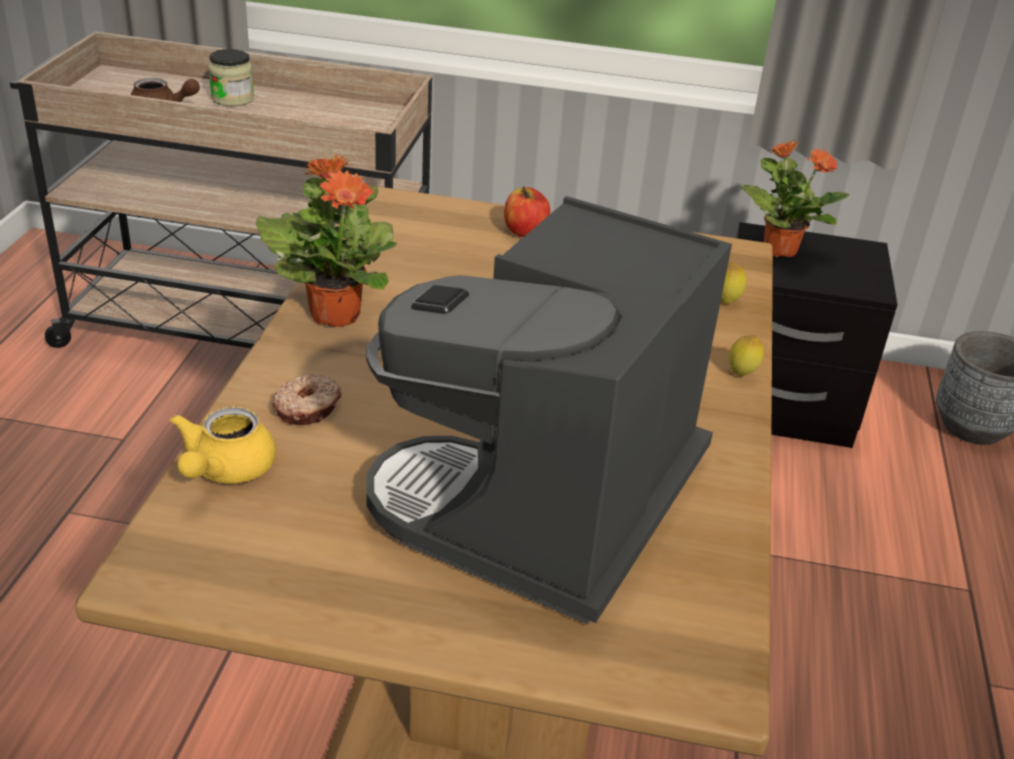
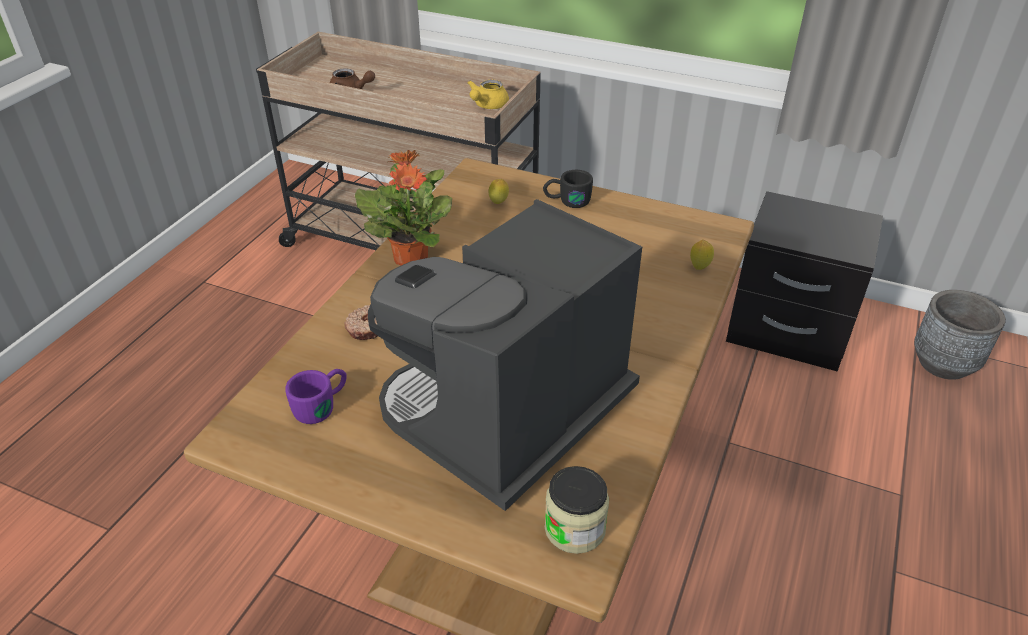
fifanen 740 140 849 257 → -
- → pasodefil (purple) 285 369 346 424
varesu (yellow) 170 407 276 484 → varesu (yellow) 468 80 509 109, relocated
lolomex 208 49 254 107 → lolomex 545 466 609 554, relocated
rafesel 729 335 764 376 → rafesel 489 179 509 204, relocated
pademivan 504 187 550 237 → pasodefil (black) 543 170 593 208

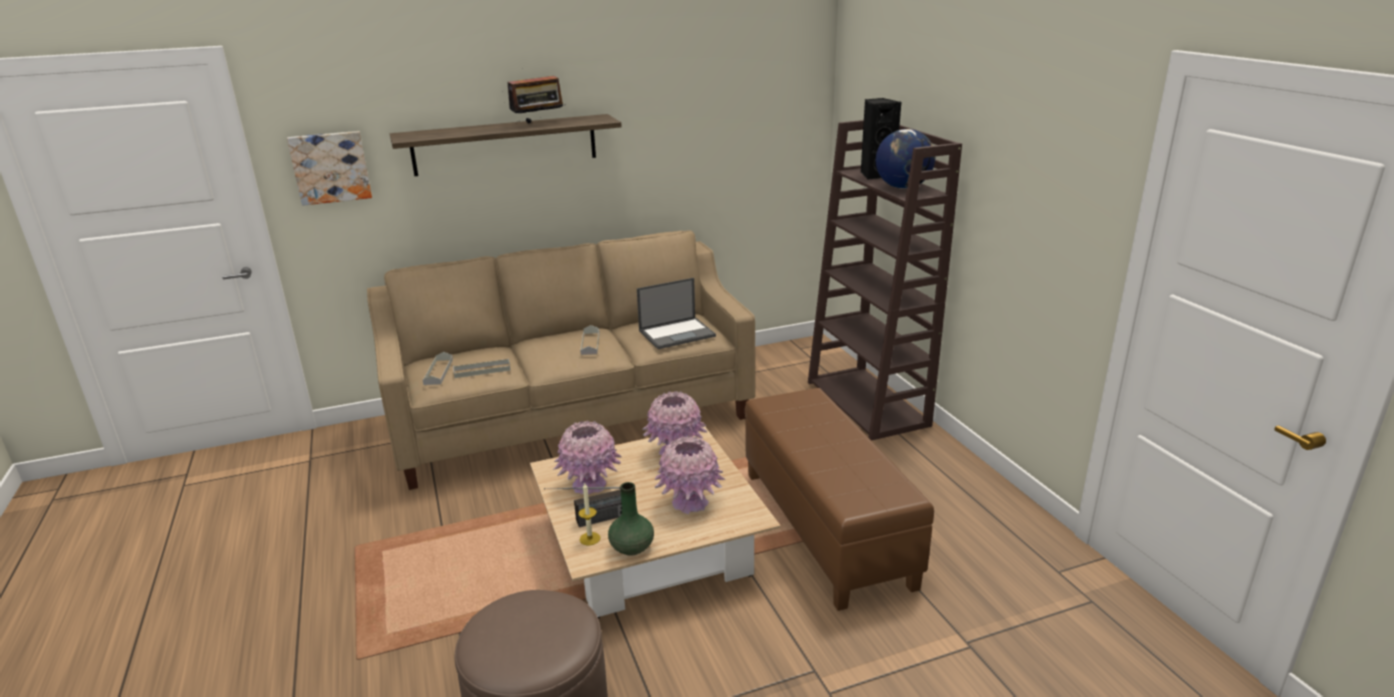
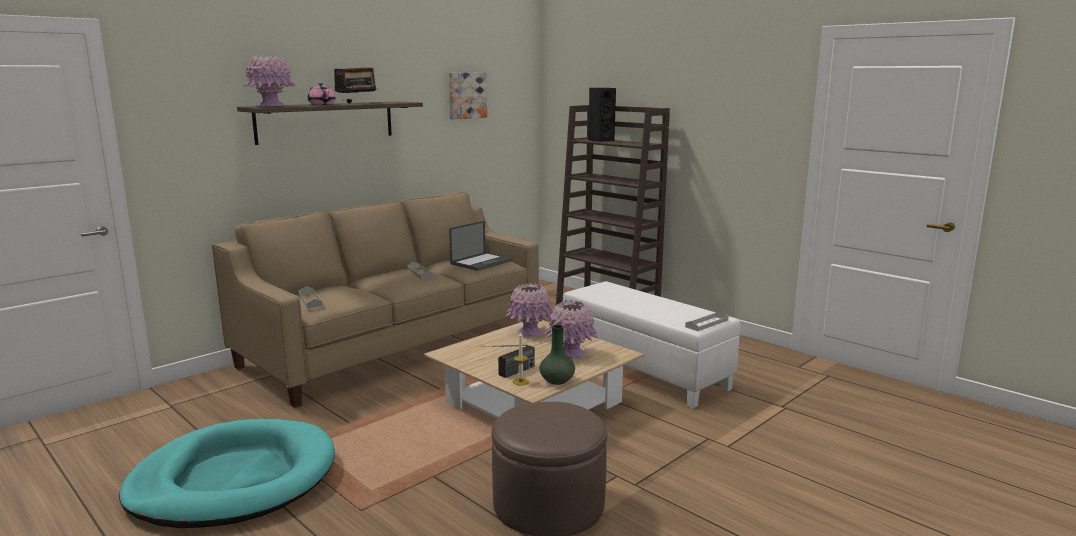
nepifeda 876 129 935 189 → -
- → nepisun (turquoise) 119 419 335 528
- → varesu (pink) 308 83 336 105
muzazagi 287 131 372 206 → muzazagi 449 73 487 119, relocated
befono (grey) 453 358 510 378 → befono (grey) 685 311 729 331, relocated
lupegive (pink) 552 421 622 495 → lupegive (pink) 243 55 295 107, relocated
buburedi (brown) 745 388 934 611 → buburedi (white) 563 281 740 408

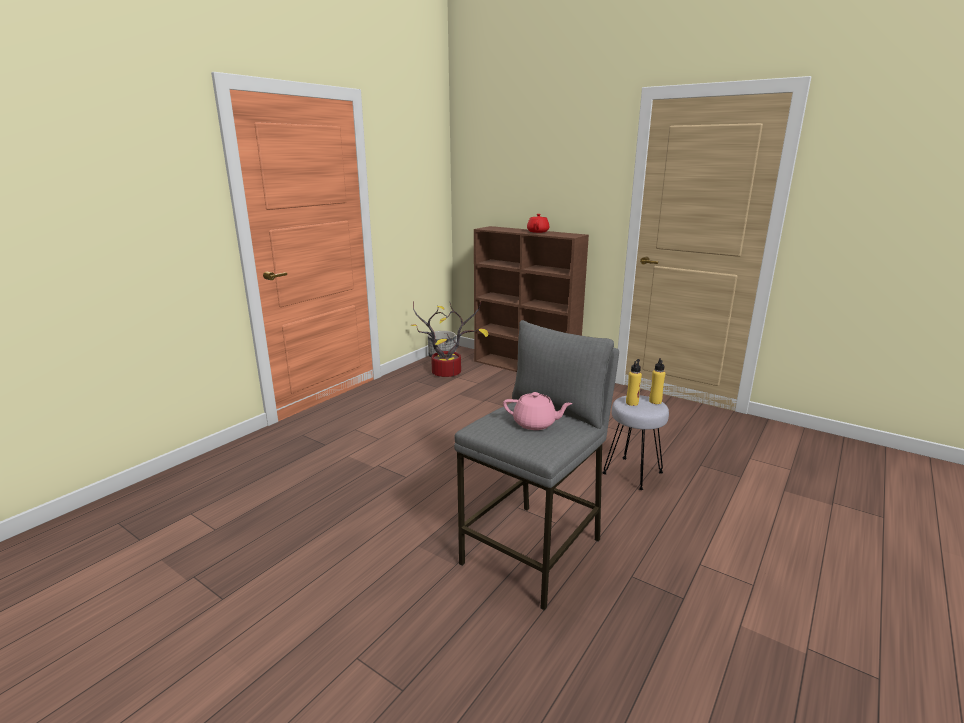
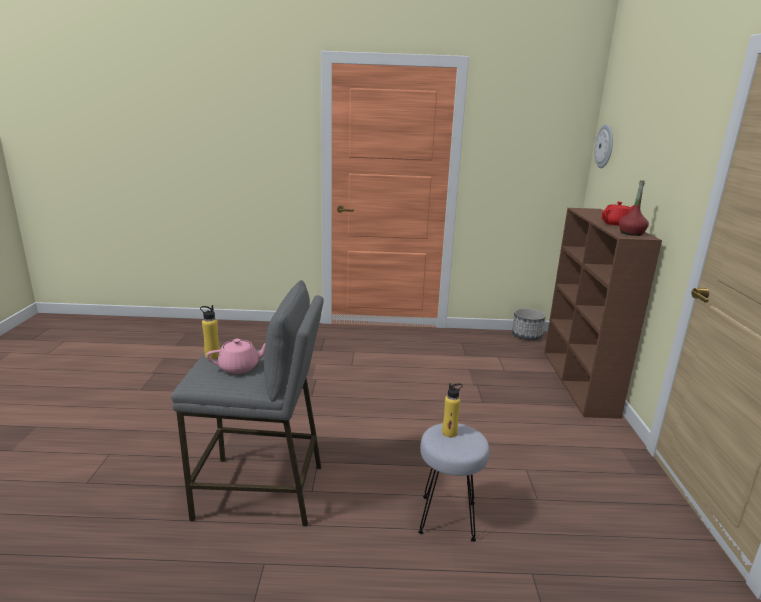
fifanen 410 301 488 377 → -
- → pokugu 595 124 613 168
- → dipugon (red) 619 181 649 236
dipugon (yellow) 649 358 665 404 → dipugon (yellow) 200 305 220 360, relocated
varesu (pink) 503 392 573 430 → varesu (pink) 206 339 266 374, 90 degrees counterclockwise

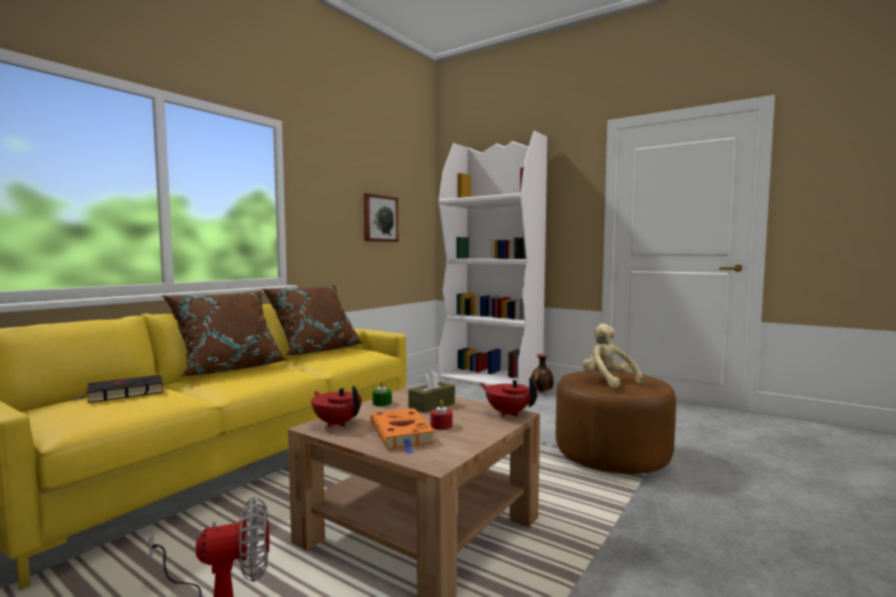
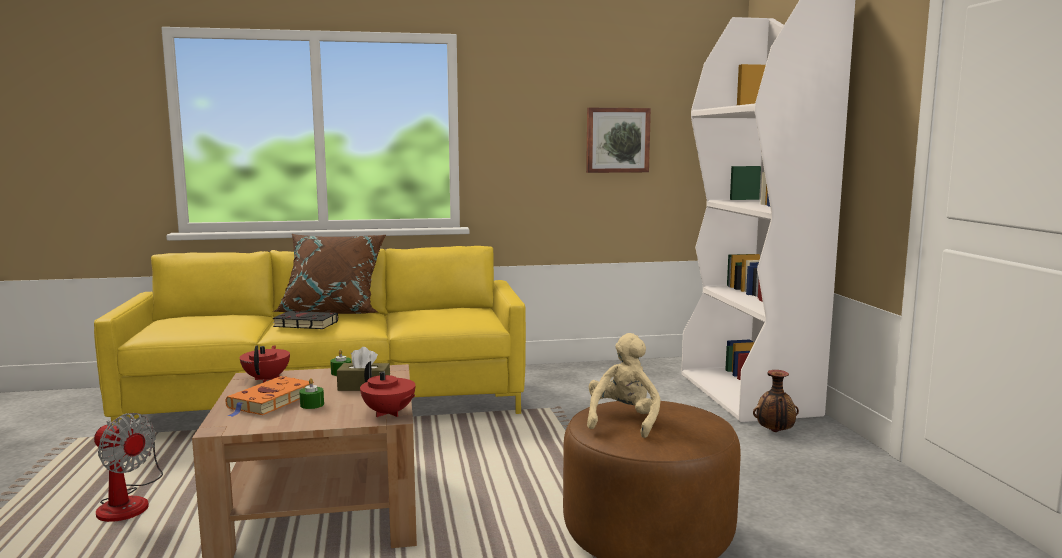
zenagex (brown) 262 285 363 355 → -
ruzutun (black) 74 375 163 403 → ruzutun (black) 273 311 338 329, relocated
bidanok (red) 431 400 452 430 → bidanok (green) 299 378 324 409
varesu (red) 480 378 537 417 → varesu (red) 360 361 415 417, 135 degrees clockwise

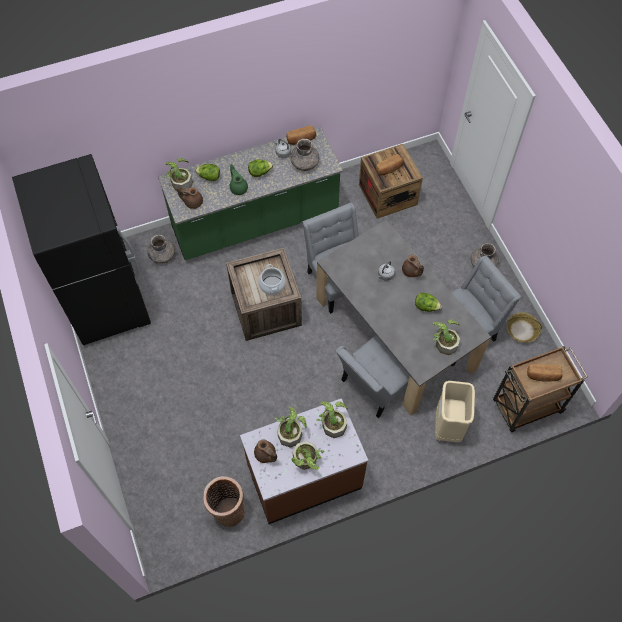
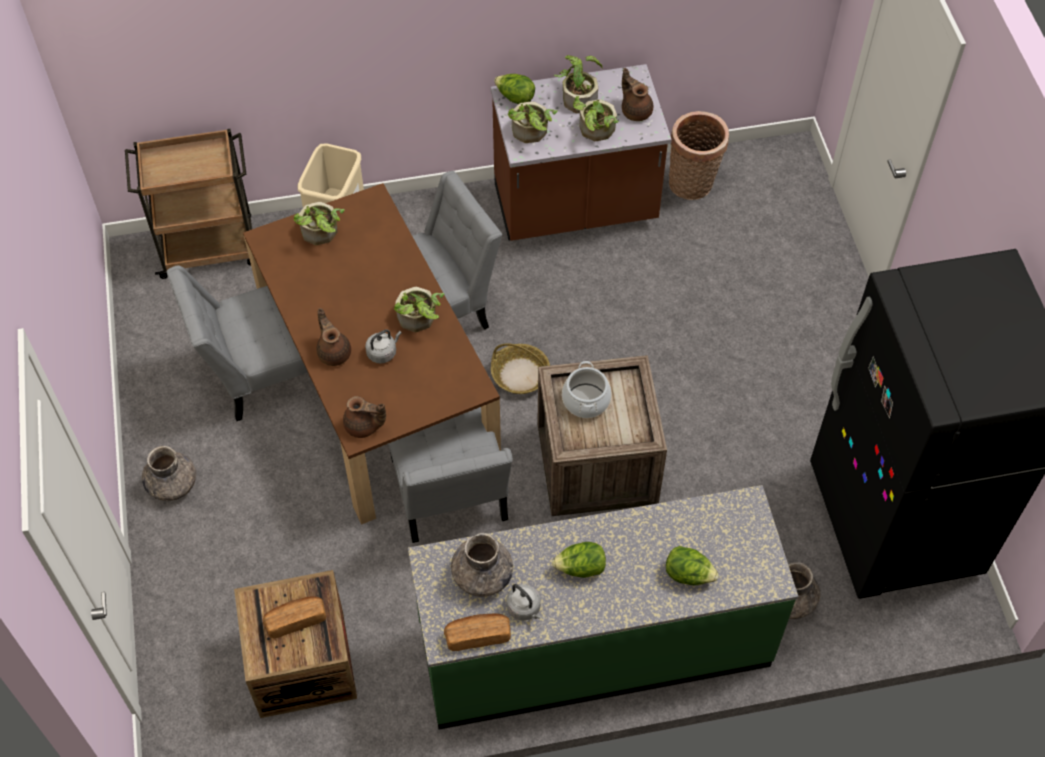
varesu (green) 230 164 248 195 → -
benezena 527 364 563 382 → -
fifanen 165 158 193 191 → fifanen 394 287 445 332, relocated
varesu (brown) 177 186 203 209 → varesu (brown) 343 396 386 438, relocated
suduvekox 415 292 442 312 → suduvekox 494 74 535 104, relocated
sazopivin 507 312 542 343 → sazopivin 491 343 550 394, relocated
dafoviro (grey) 317 220 491 415 → dafoviro (brown) 243 183 501 525

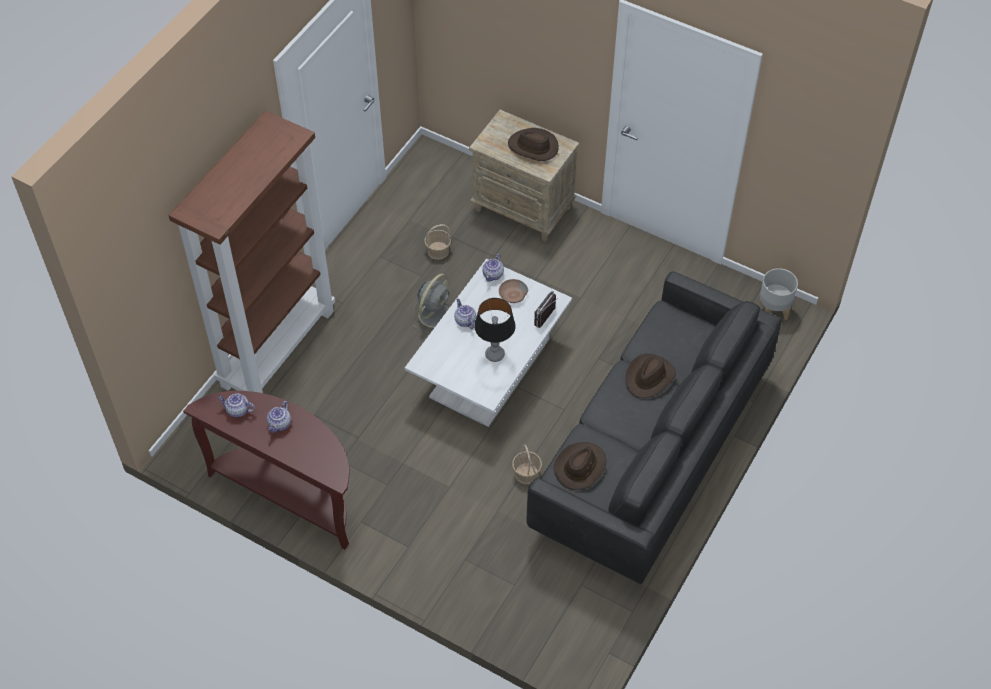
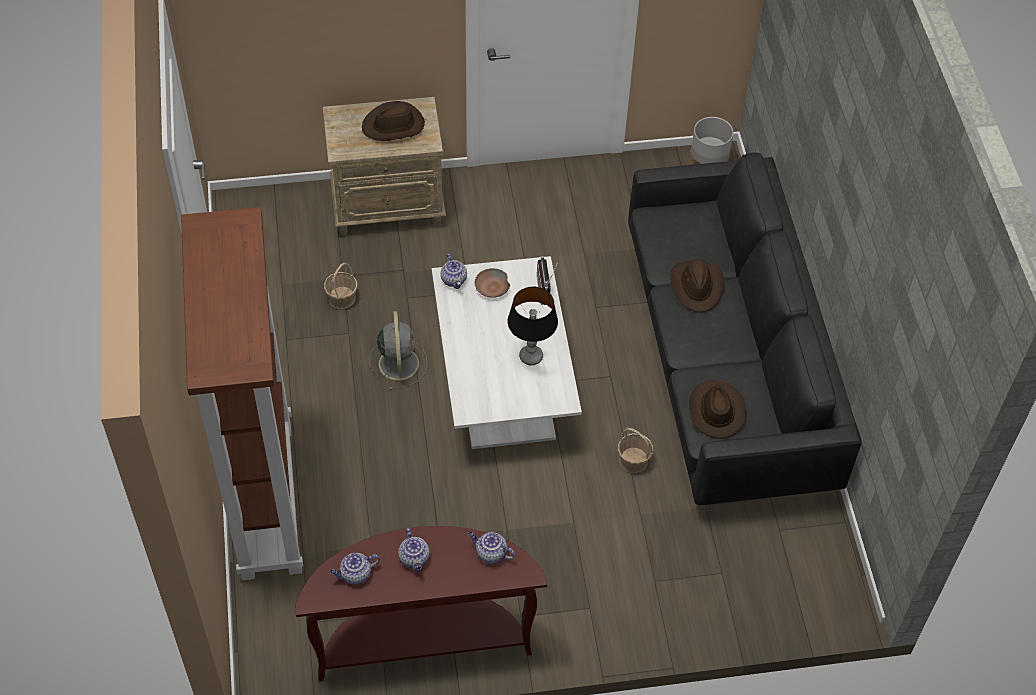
varesu 454 299 476 329 → varesu 468 532 515 564, relocated

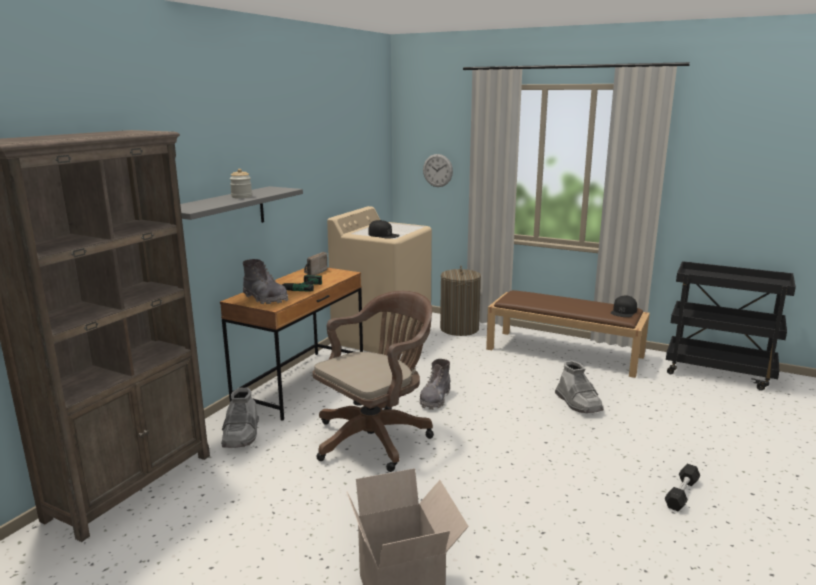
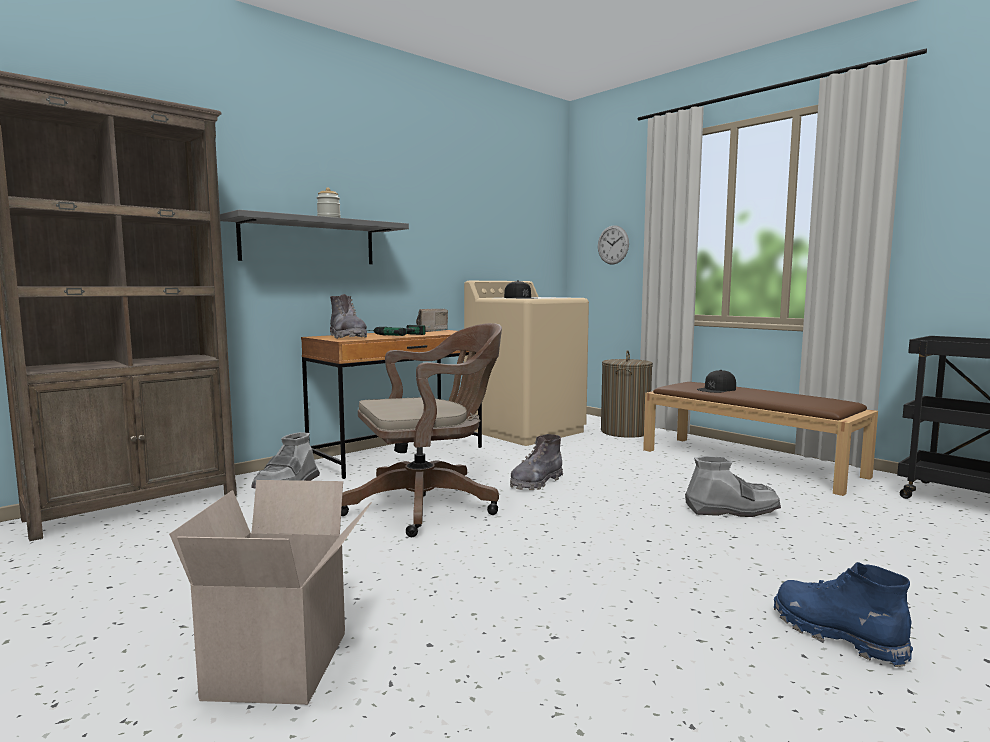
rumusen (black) 611 295 637 317 → rumusen (black) 697 370 736 393, relocated
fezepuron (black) 665 464 700 511 → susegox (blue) 774 562 913 667
susegox (grey) 555 360 604 413 → susegox (grey) 685 456 781 517, 90 degrees counterclockwise

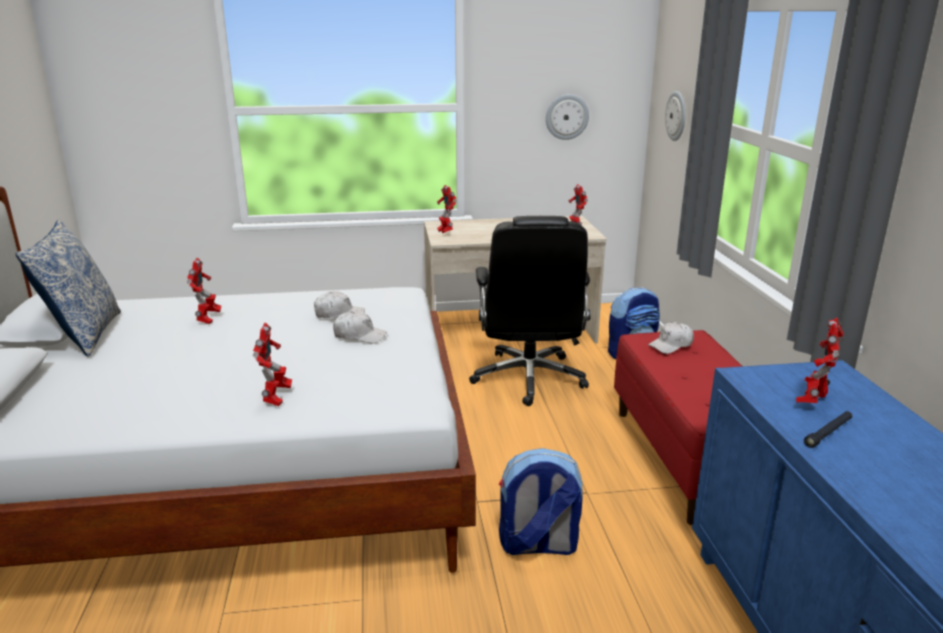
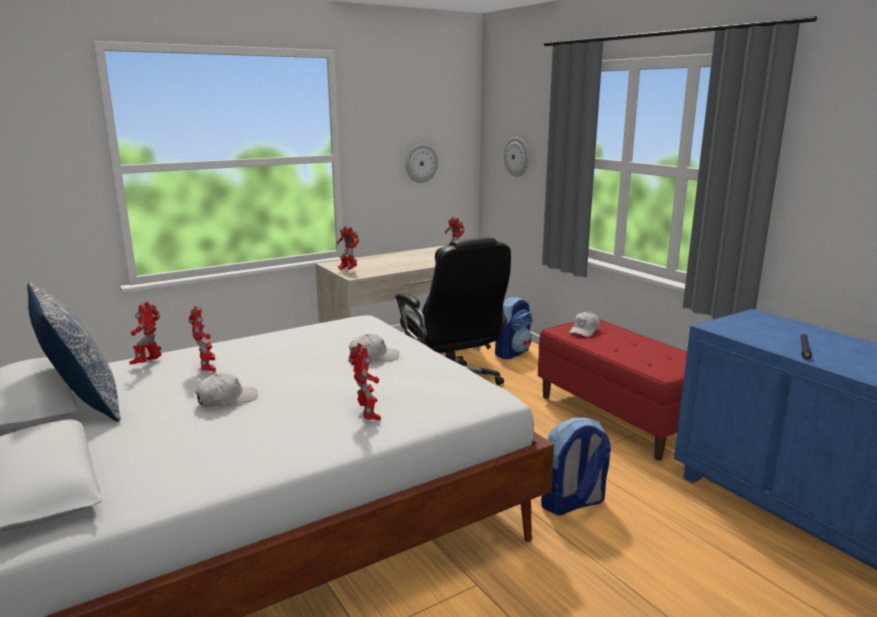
rumusen (white) 314 291 365 318 → rumusen (white) 195 373 258 407, relocated
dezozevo 796 318 844 403 → dezozevo 129 301 162 364, relocated

